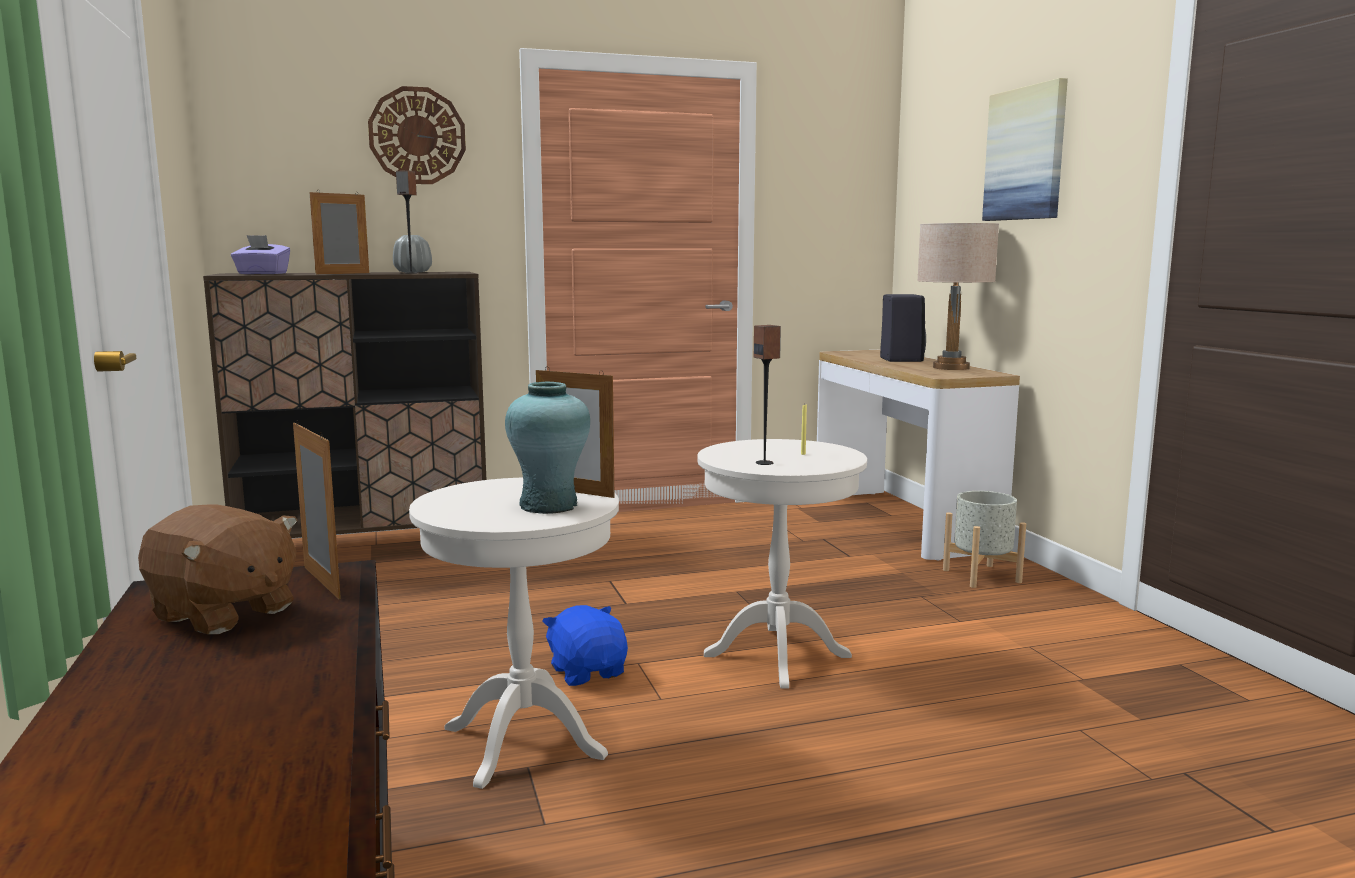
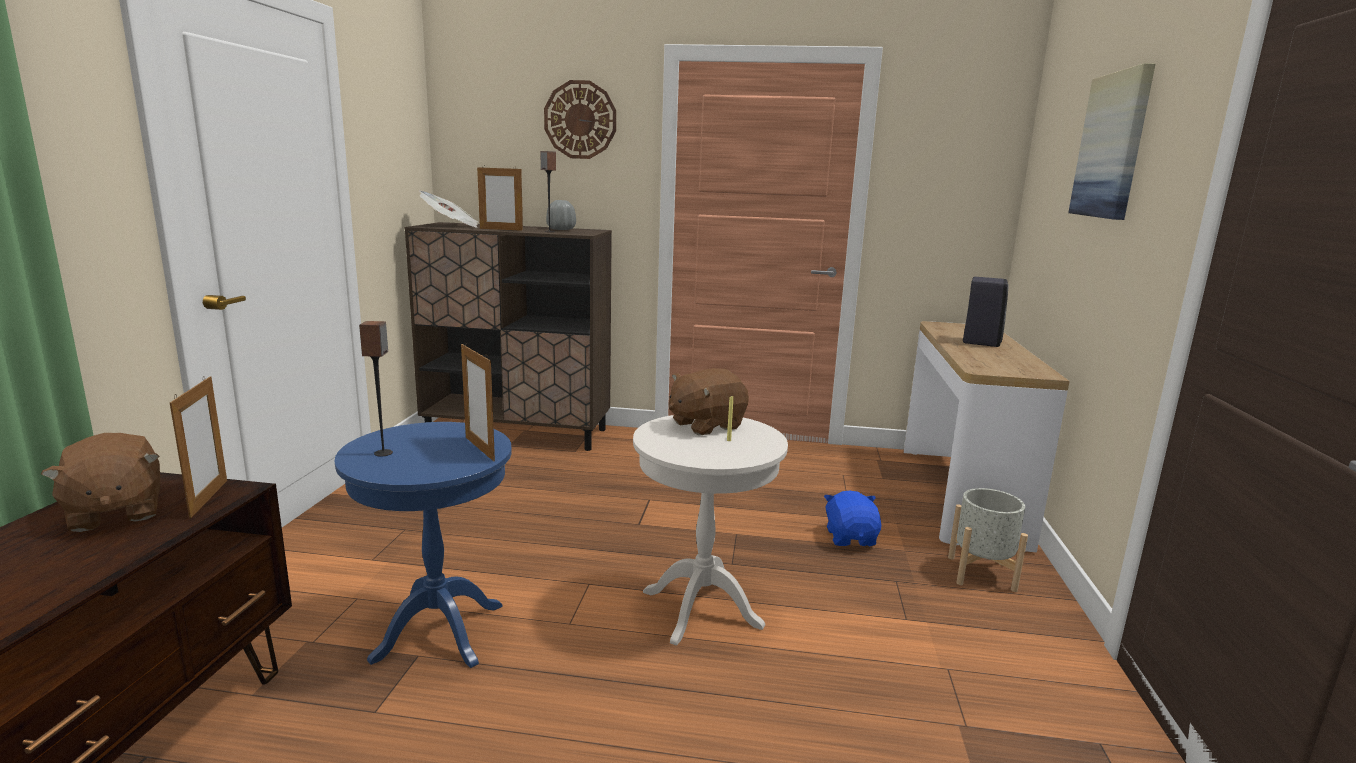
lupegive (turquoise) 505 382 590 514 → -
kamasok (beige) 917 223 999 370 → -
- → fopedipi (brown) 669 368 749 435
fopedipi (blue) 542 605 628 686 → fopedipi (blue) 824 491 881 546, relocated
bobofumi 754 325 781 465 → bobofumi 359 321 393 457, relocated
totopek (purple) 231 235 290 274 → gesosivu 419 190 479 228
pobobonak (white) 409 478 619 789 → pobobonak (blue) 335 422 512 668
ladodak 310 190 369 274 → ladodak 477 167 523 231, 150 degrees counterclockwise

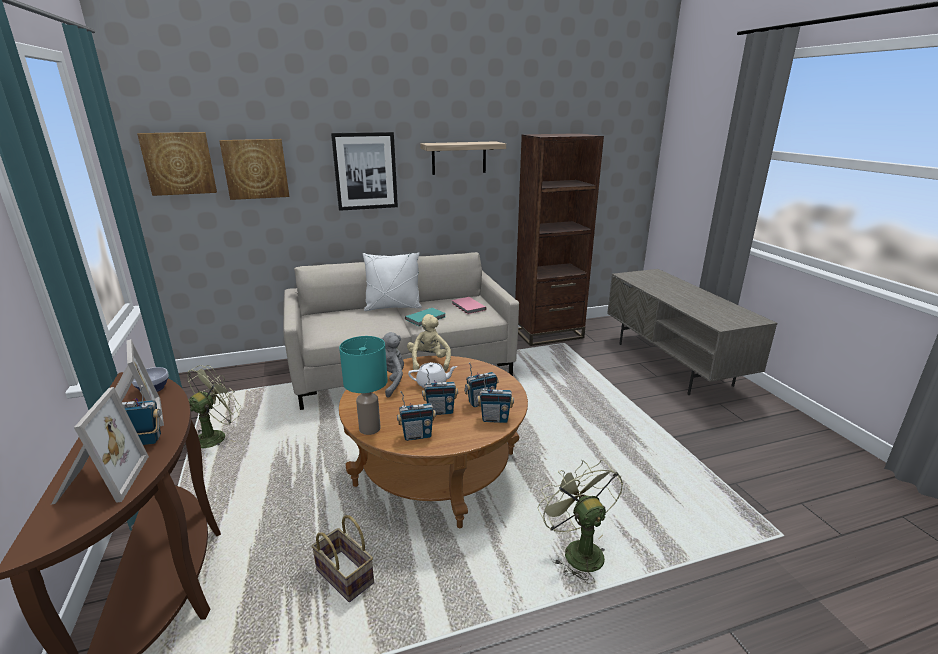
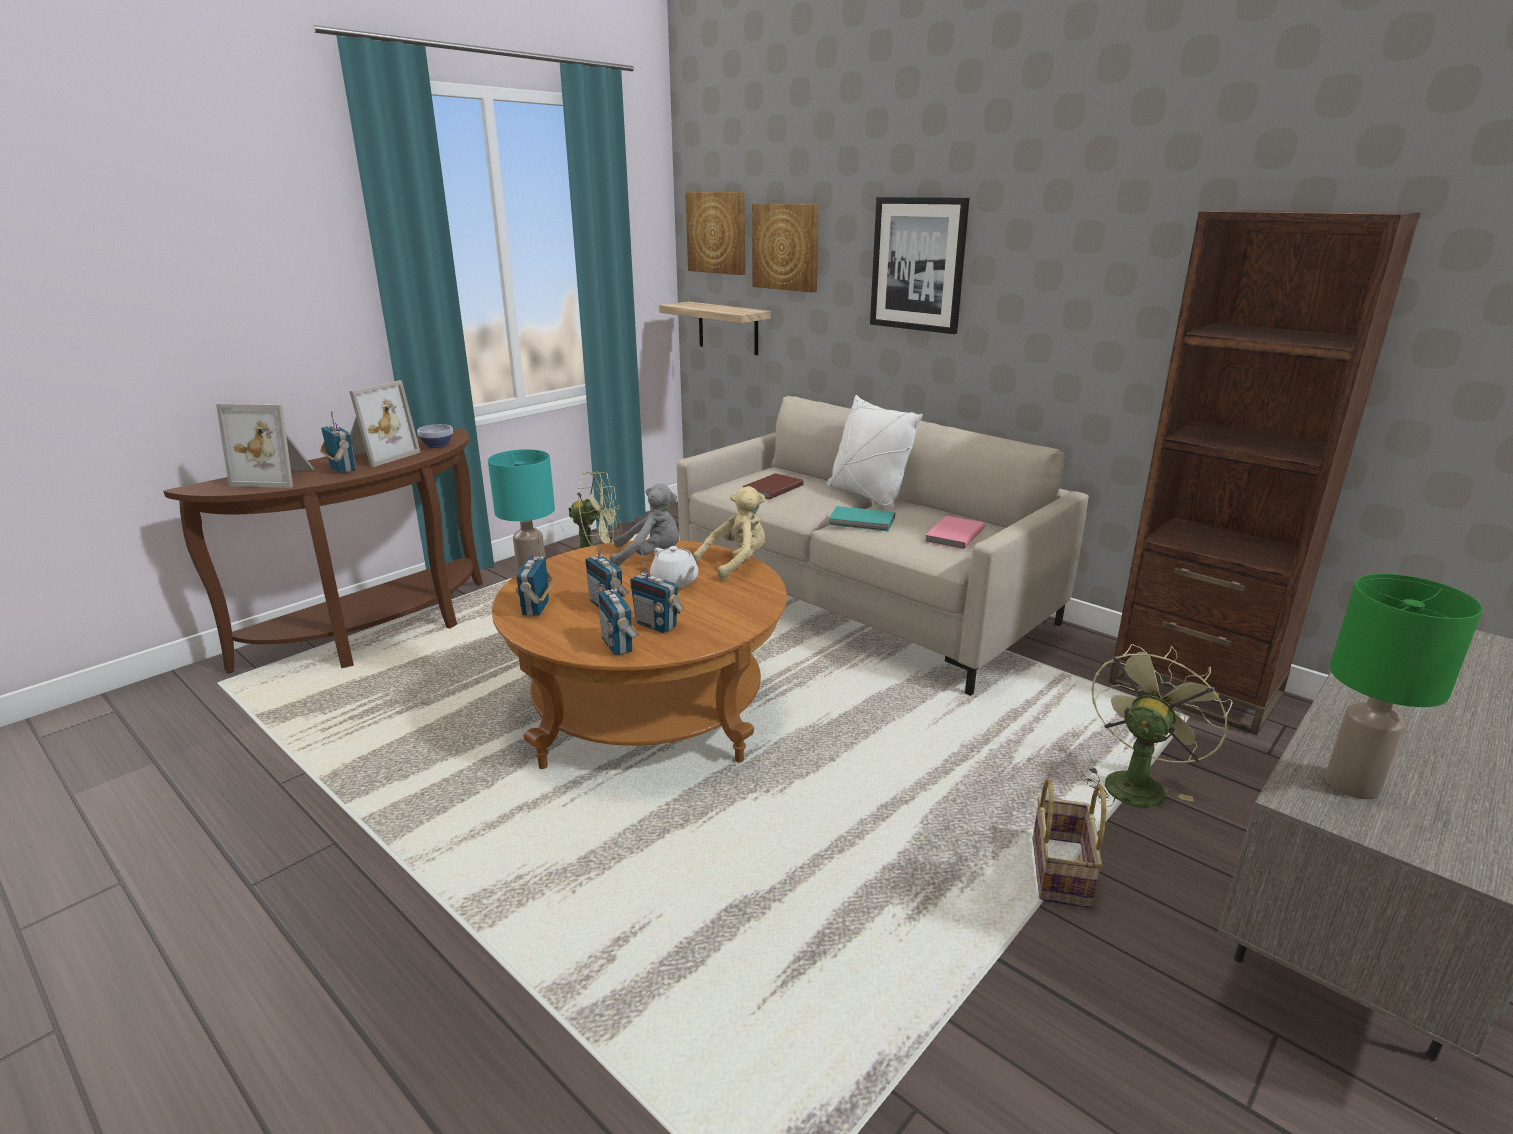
- → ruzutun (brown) 742 473 804 499
- → kamasok (green) 1325 574 1483 799
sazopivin 311 515 374 602 → sazopivin 1033 779 1106 908, relocated
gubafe 420 141 506 175 → gubafe 659 302 771 355, relocated
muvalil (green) 538 460 623 584 → muvalil (green) 1084 644 1232 808, relocated
ladodak 51 387 149 504 → ladodak 216 404 315 488, 45 degrees clockwise
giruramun 397 391 436 441 → giruramun 516 533 554 616, 45 degrees clockwise

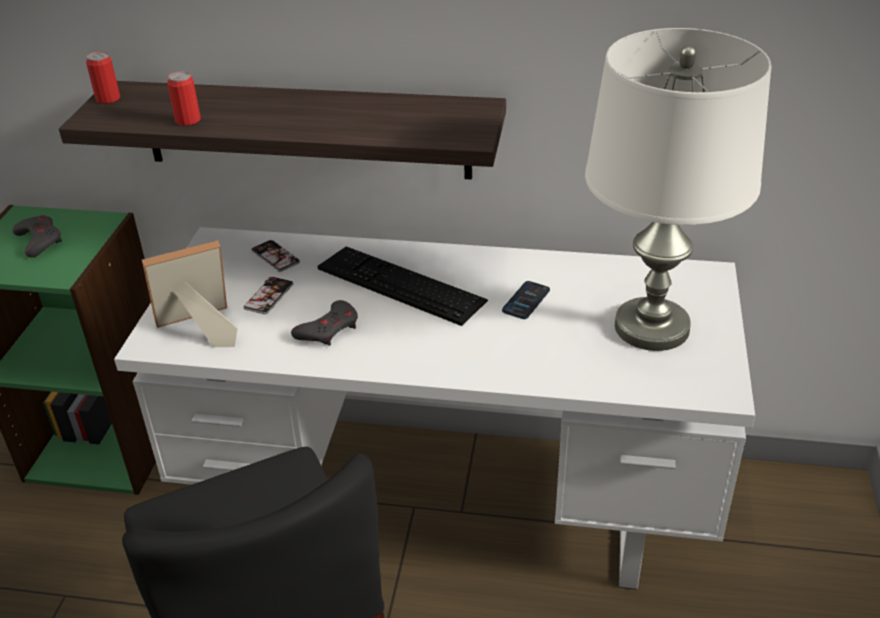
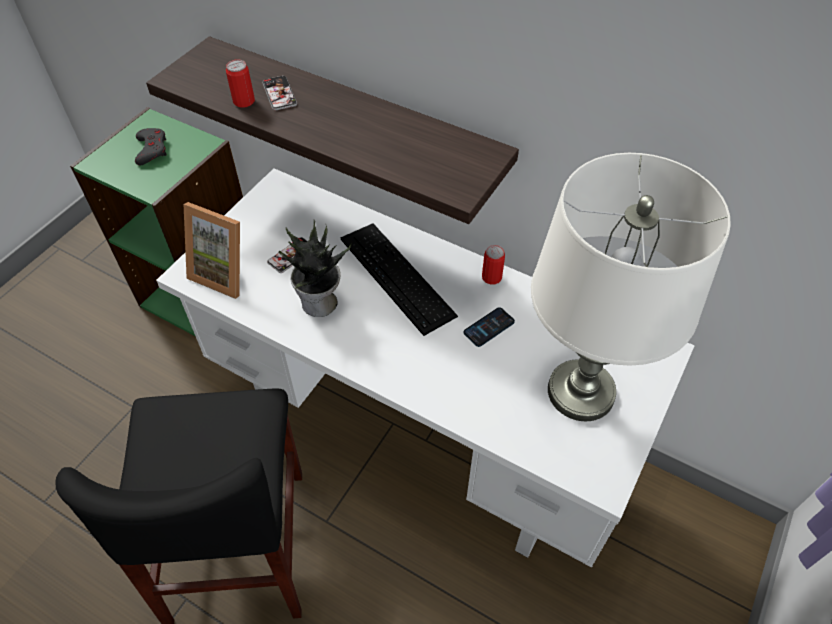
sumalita 86 51 120 104 → sumalita 482 245 505 285, relocated
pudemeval 251 240 300 272 → pudemeval 262 76 297 110, relocated
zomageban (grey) 291 300 358 346 → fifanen 279 220 351 317
ladodak 142 240 237 347 → ladodak 183 202 240 299, 150 degrees counterclockwise

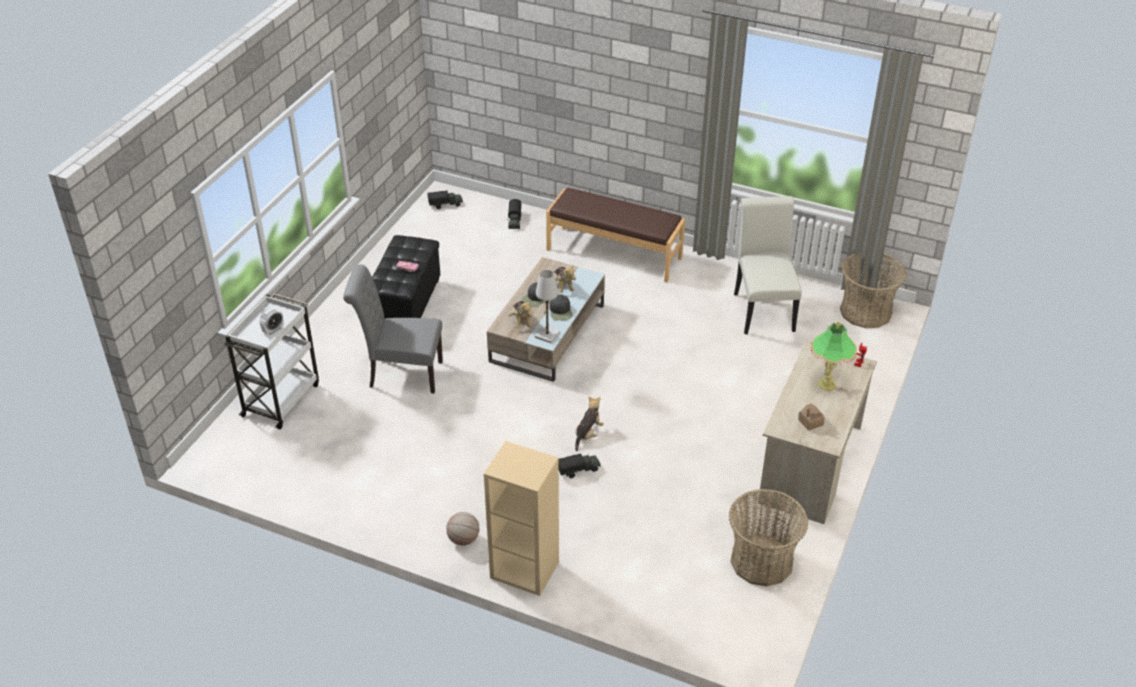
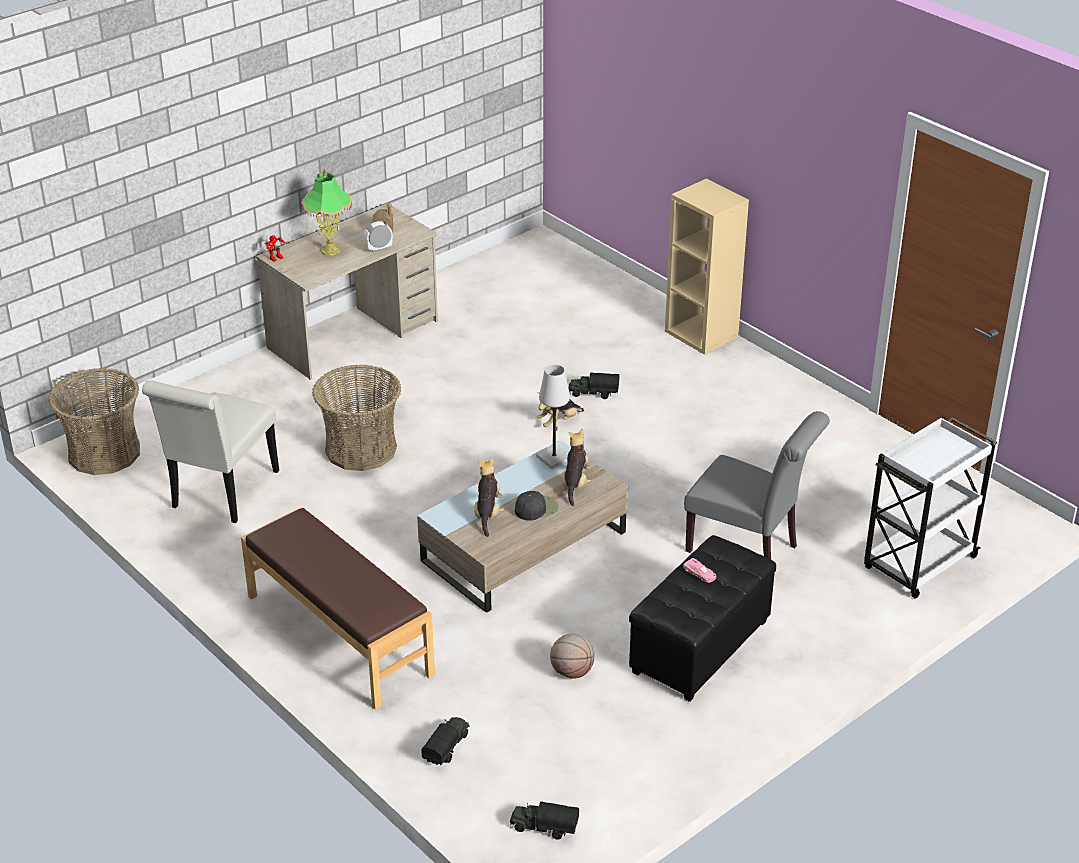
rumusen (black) 550 294 572 321 → -
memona 260 308 284 335 → memona 364 221 393 253, relocated
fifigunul 446 512 479 546 → fifigunul 550 633 594 679, relocated
sazopivin 729 489 808 586 → sazopivin 312 364 401 471, relocated

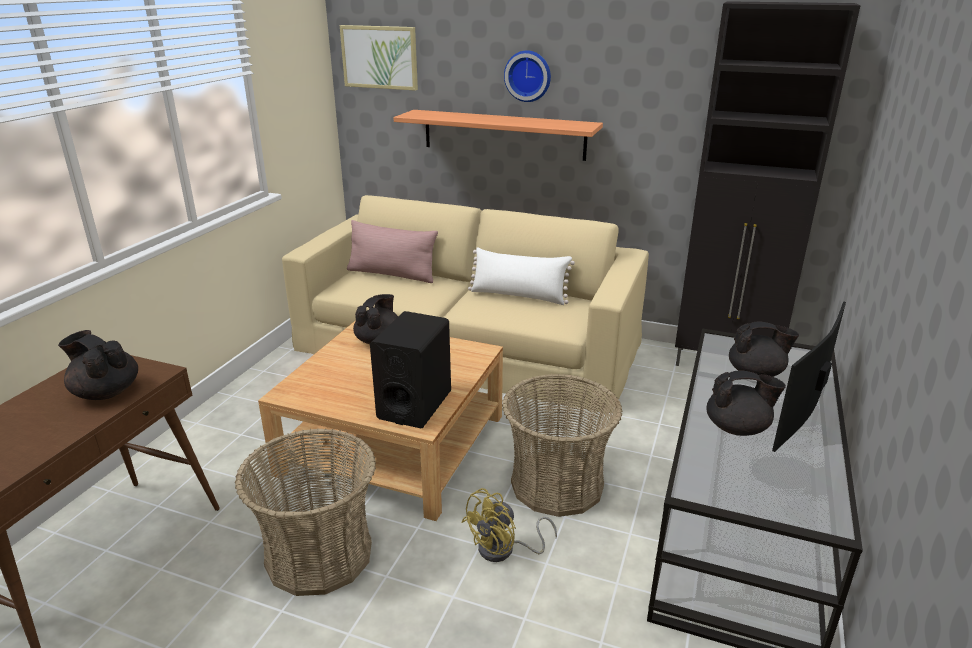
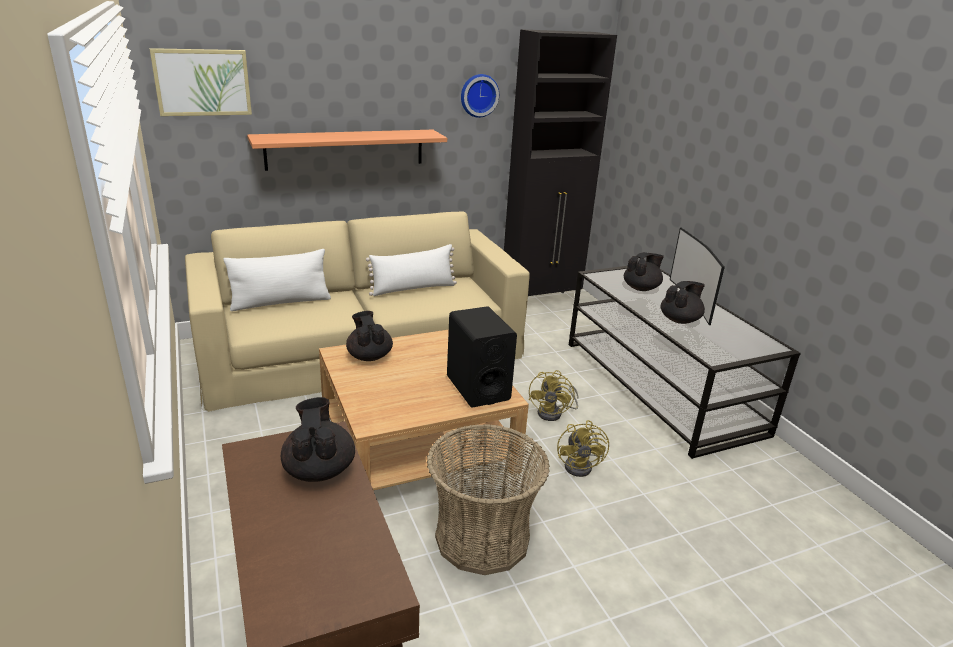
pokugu 504 50 551 102 → pokugu 461 74 499 118, relocated
sazopivin 502 374 623 517 → muvalil (yellow) 529 370 579 421
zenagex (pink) 347 220 438 283 → zenagex (white) 223 249 331 311
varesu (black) 58 330 138 400 → varesu (black) 281 397 355 482, 90 degrees clockwise

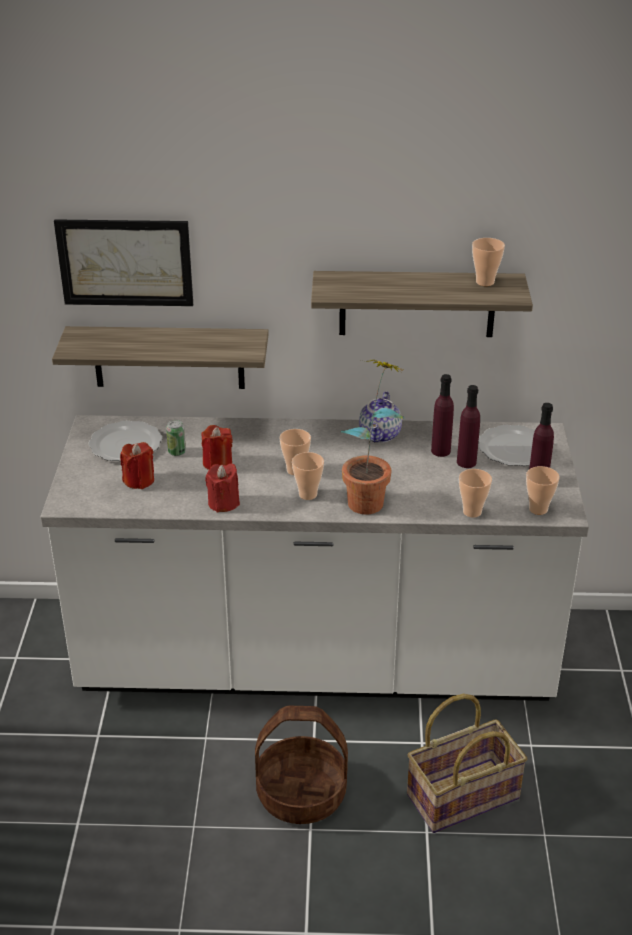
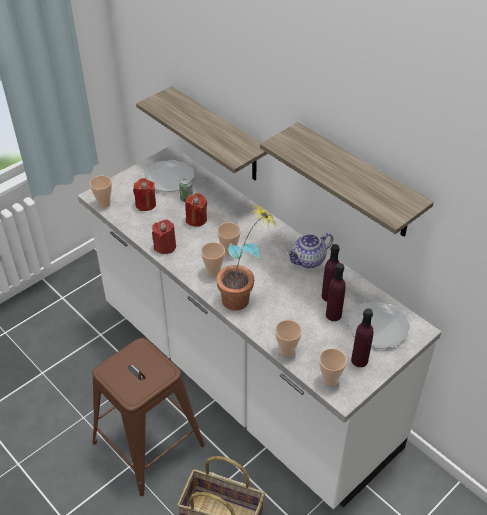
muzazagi 54 219 193 306 → -
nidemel 472 238 505 286 → nidemel 90 175 112 208, relocated
sazopivin 255 706 348 824 → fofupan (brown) 92 338 205 496

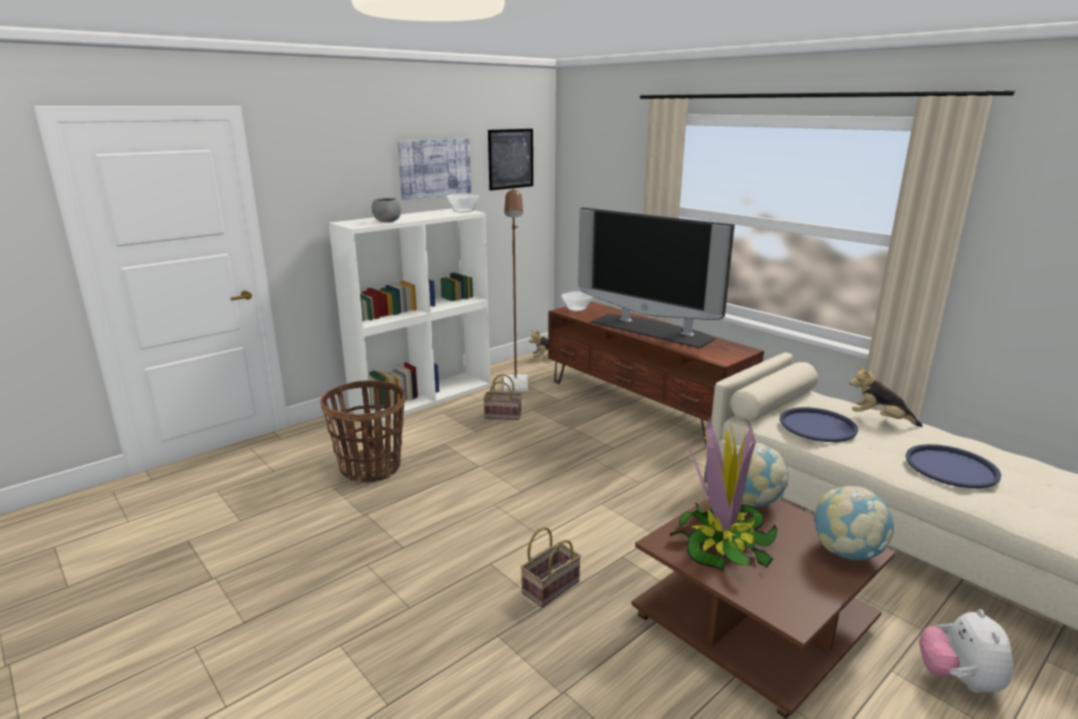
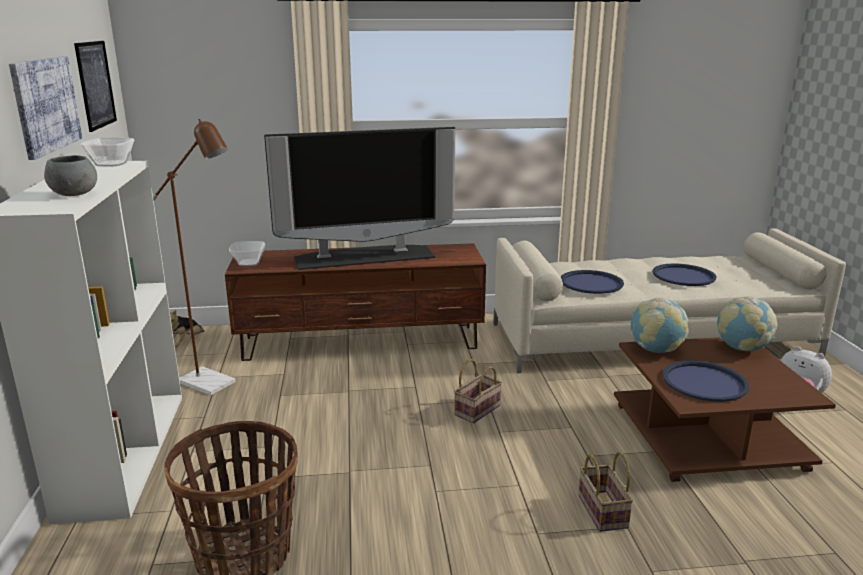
fopedipi 849 366 923 427 → -
sazopivin 483 374 522 420 → sazopivin 454 359 502 423, relocated
fifanen 670 415 777 571 → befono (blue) 662 360 749 402

